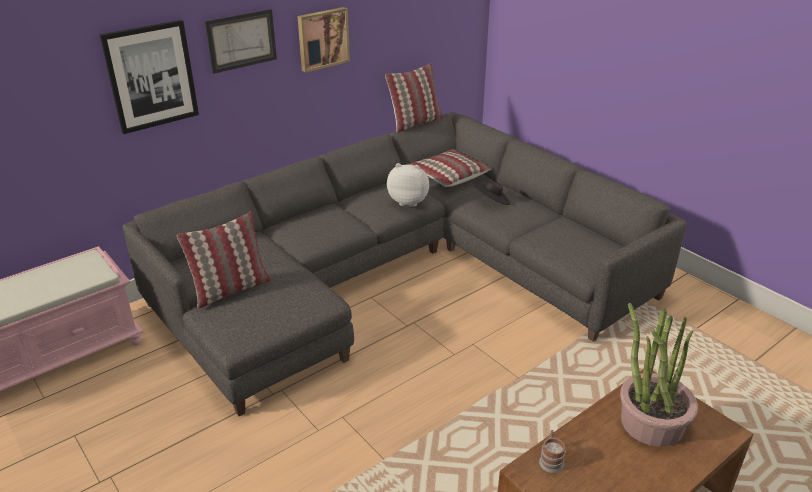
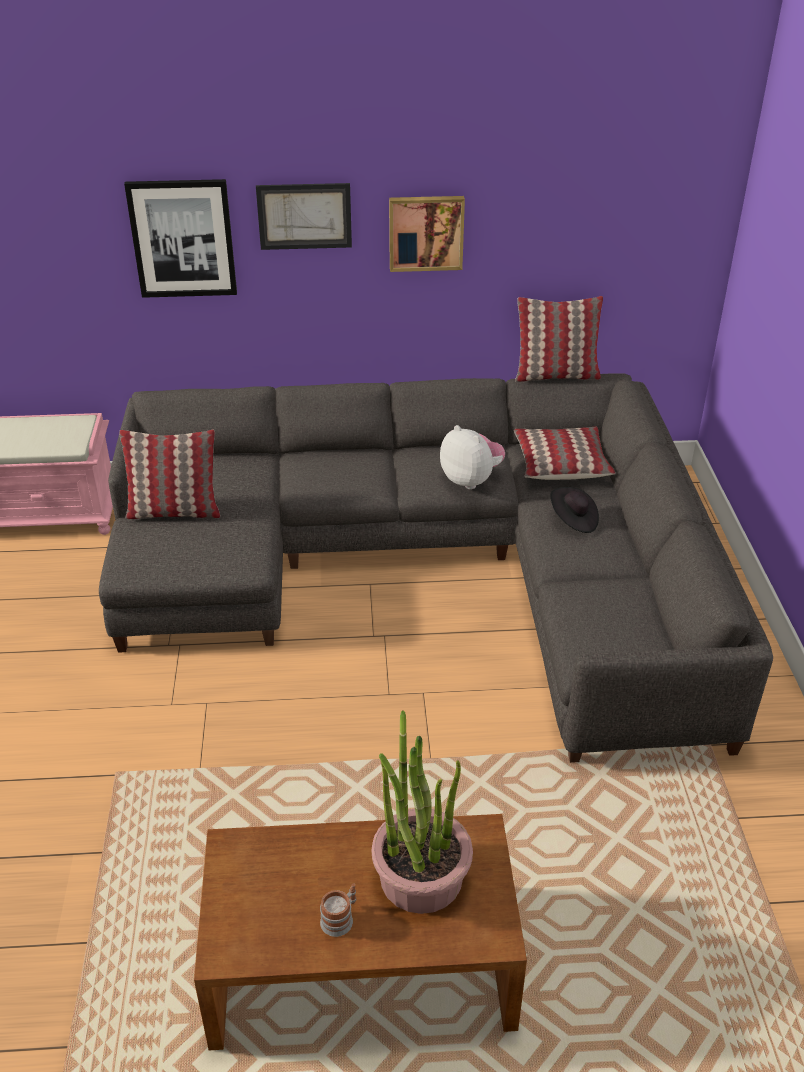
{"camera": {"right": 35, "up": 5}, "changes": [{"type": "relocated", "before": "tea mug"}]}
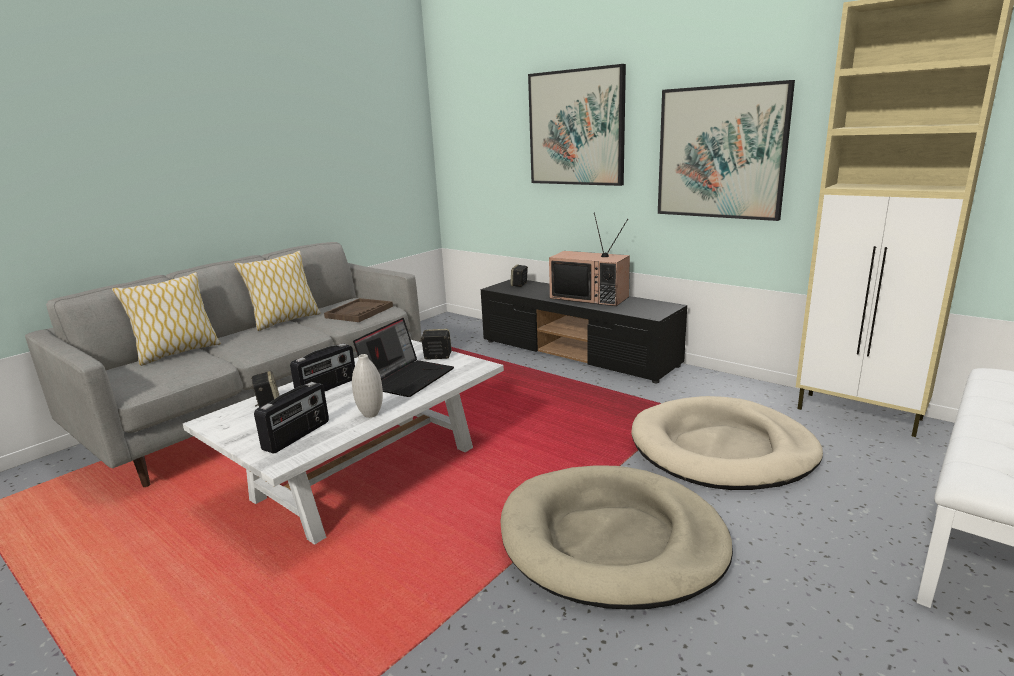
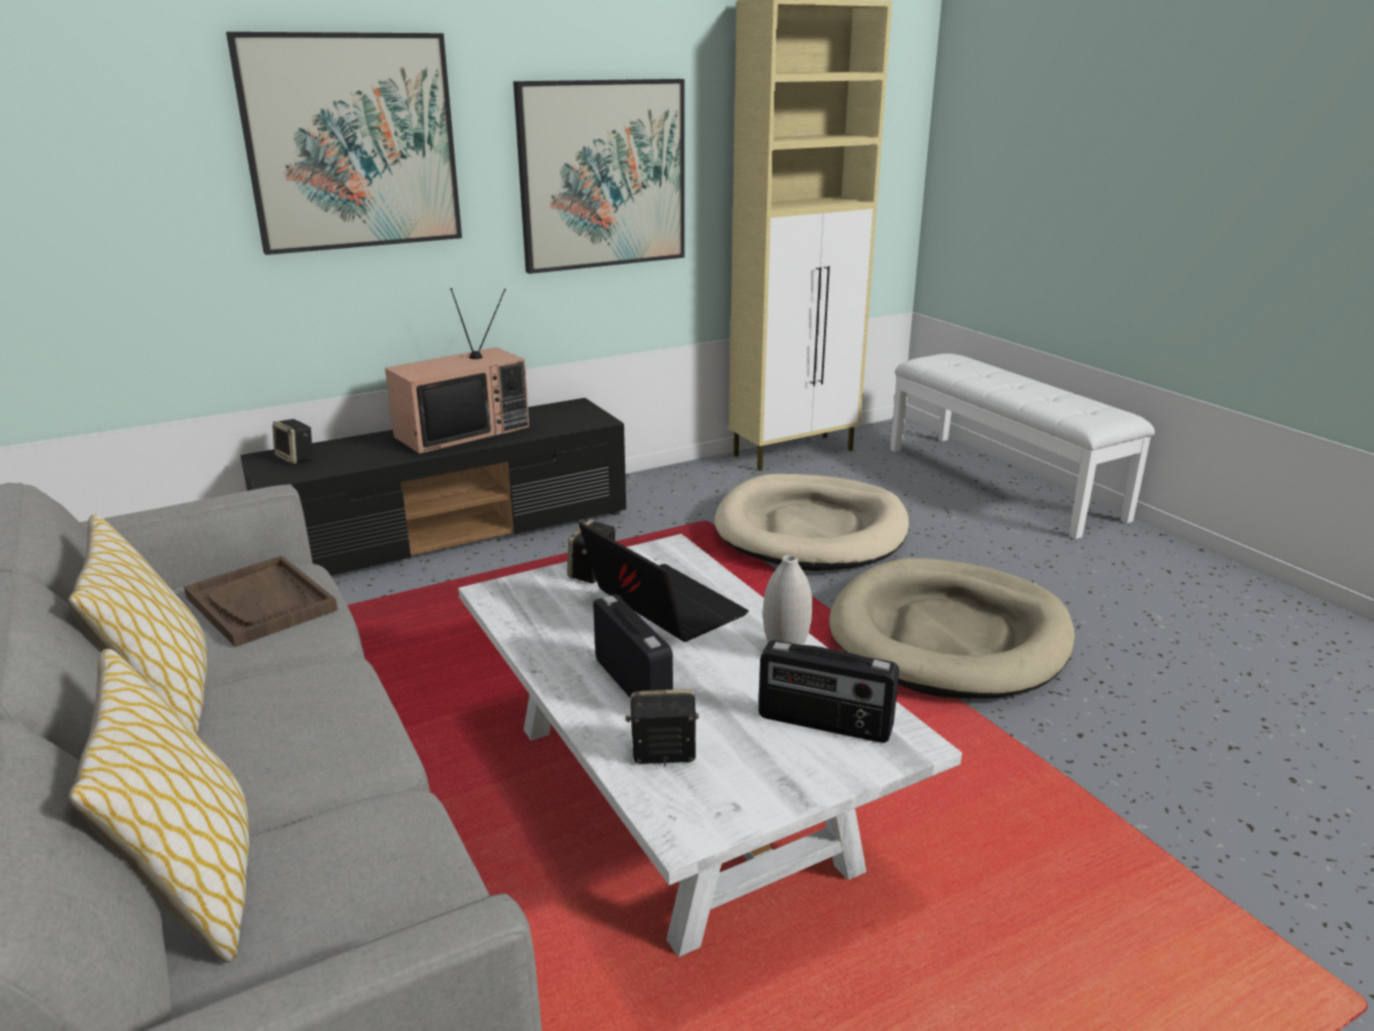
{"camera": {"right": -70, "up": 5}, "changes": [{"type": "spun", "before": "radio receiver (no. 1 from left in the first image)", "turn": 150}]}
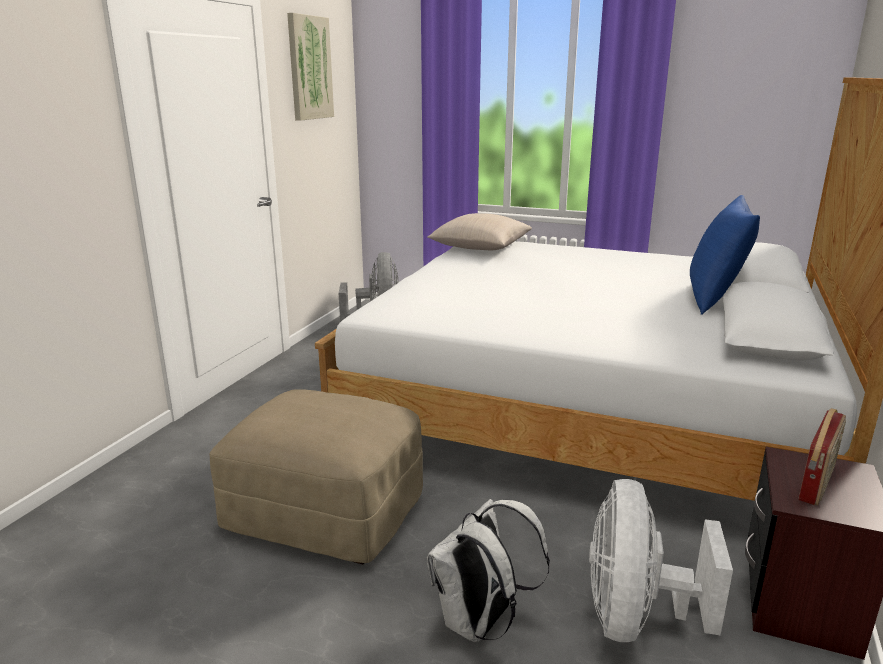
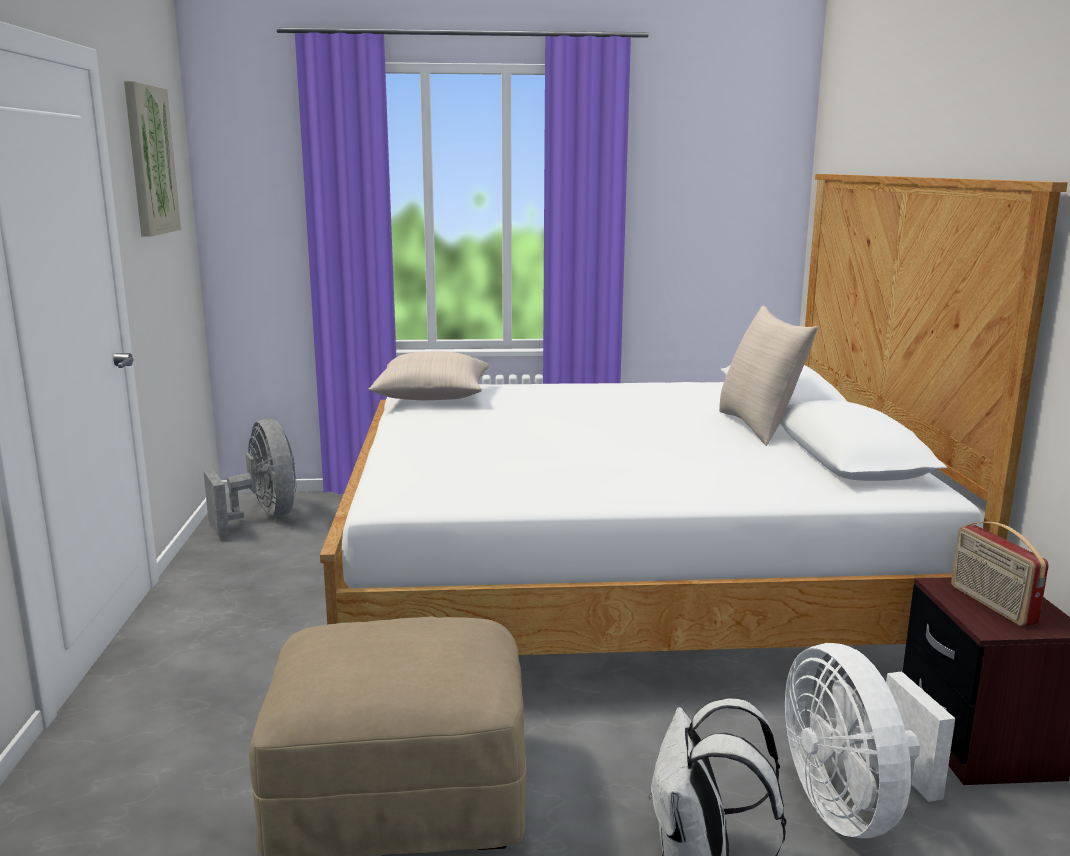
{"camera": {"right": -25, "up": -5}, "changes": [{"type": "colour", "before": "blue-coloured throw pillow", "after": "sand-coloured throw pillow (no. 2 from left)"}, {"type": "spun", "before": "radio receiver", "turn": 150}]}
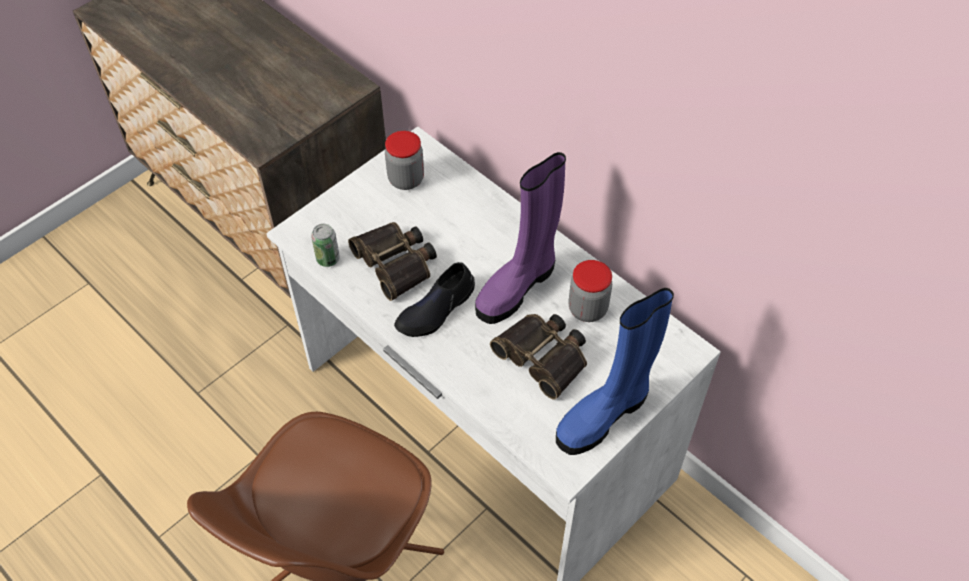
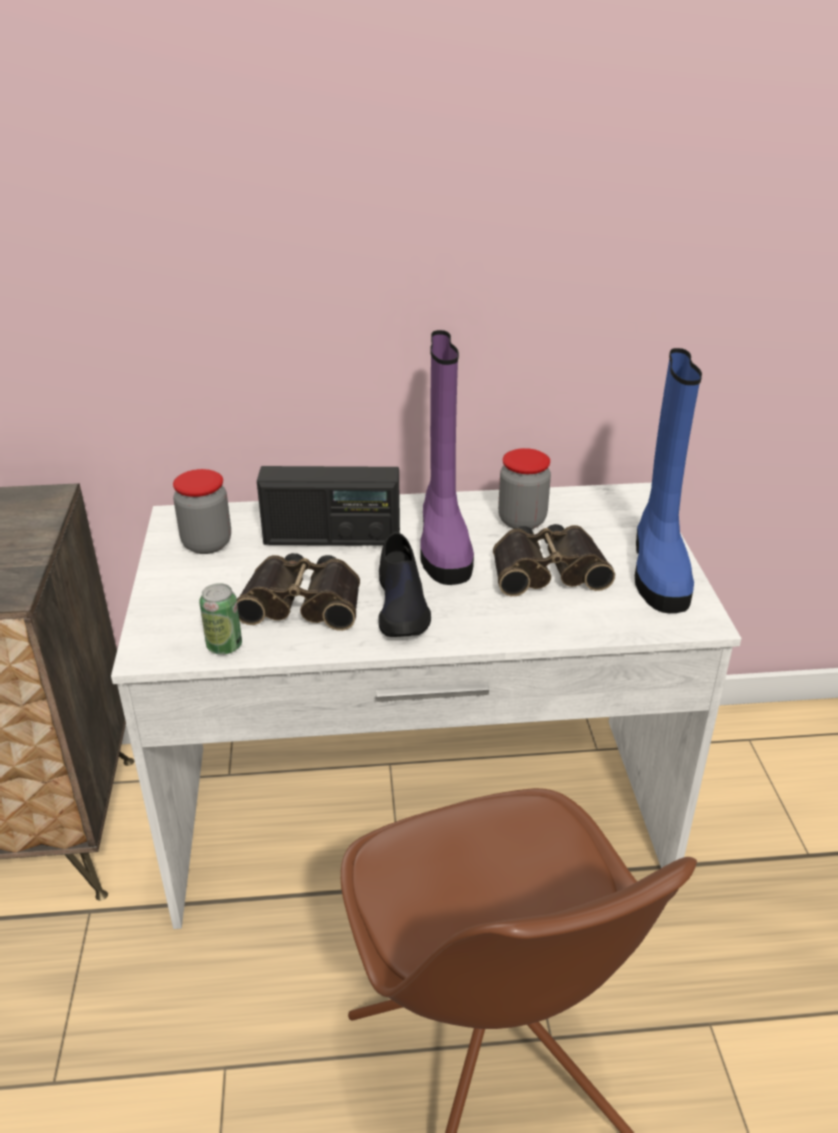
{"camera": {"right": -50, "up": -20}, "changes": [{"type": "appeared", "after": "radio receiver"}]}
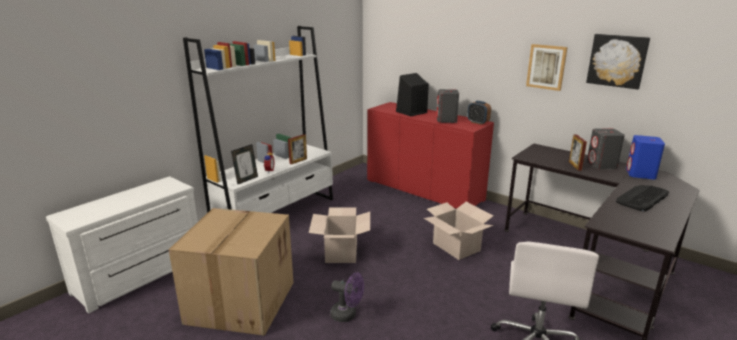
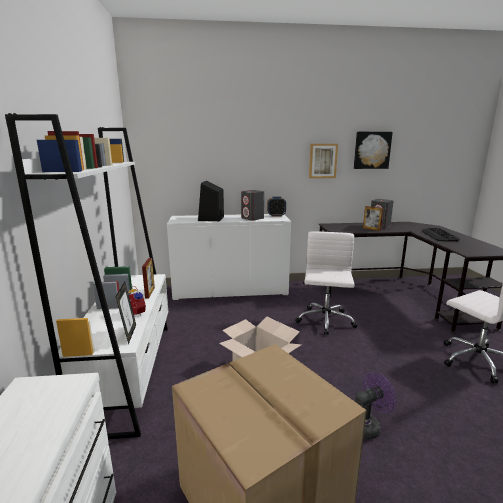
{"camera": {"right": -45, "up": -5}, "changes": [{"type": "missing", "before": "blue-coloured loudspeaker"}, {"type": "exchanged", "before": "packing box (no. 3 from left)", "after": "whitish desk chair (no. 1 from left)"}, {"type": "colour", "before": "red-coloured cupboard", "after": "whitish cupboard"}]}
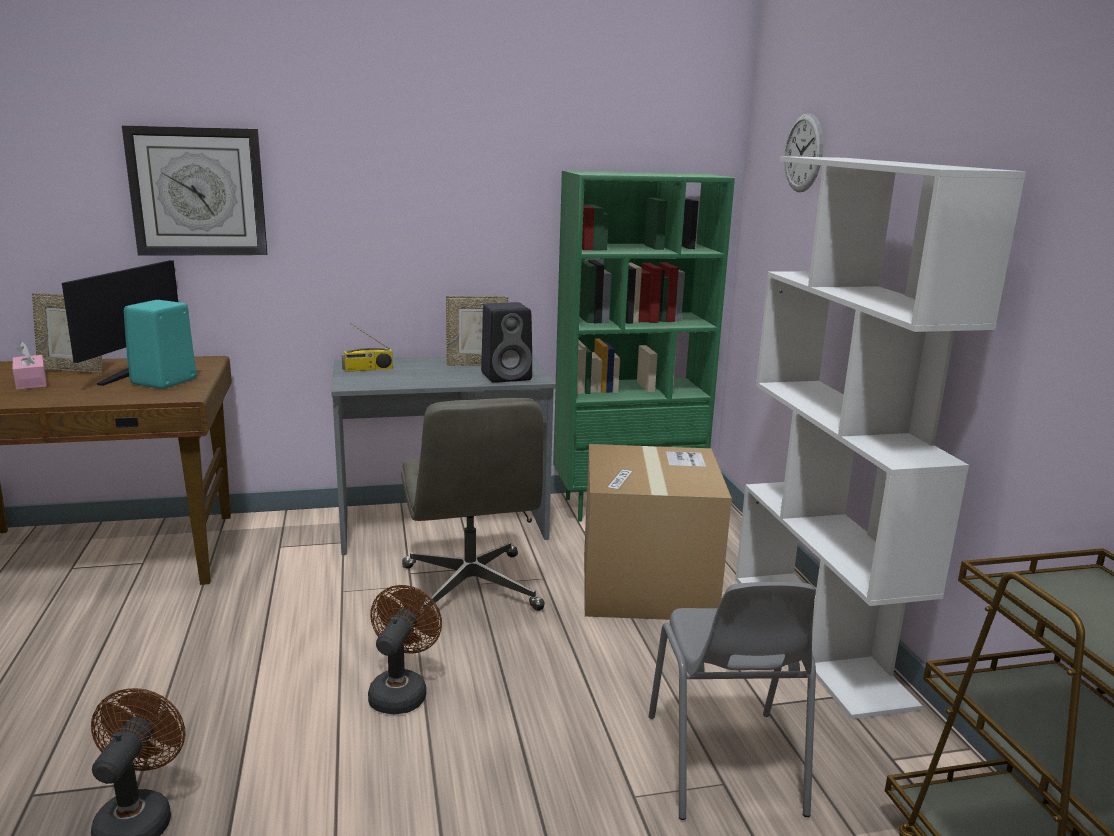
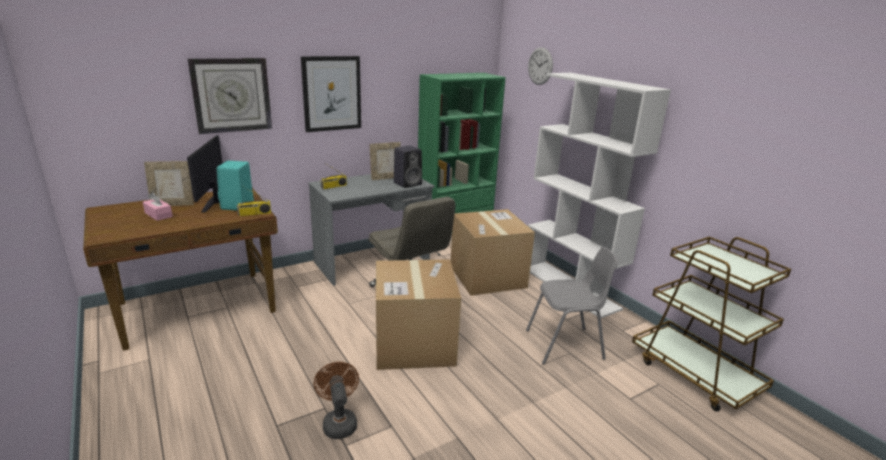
{"camera": {"right": -20, "up": 5}, "changes": [{"type": "appeared", "after": "radio receiver (no. 1 from left)"}, {"type": "appeared", "after": "picture"}, {"type": "exchanged", "before": "brownish fan (no. 2 from left)", "after": "packing box (no. 1 from left)"}, {"type": "spun", "before": "gray chair", "turn": -75}]}
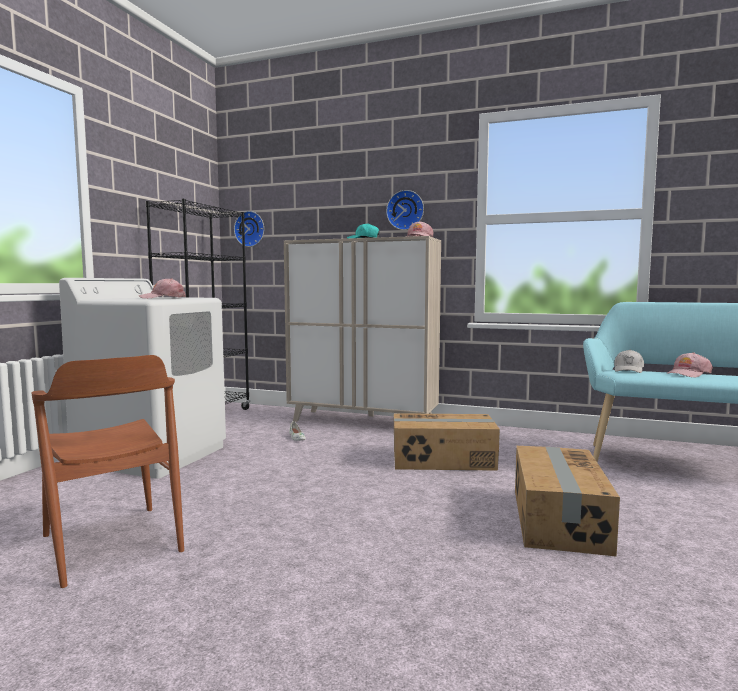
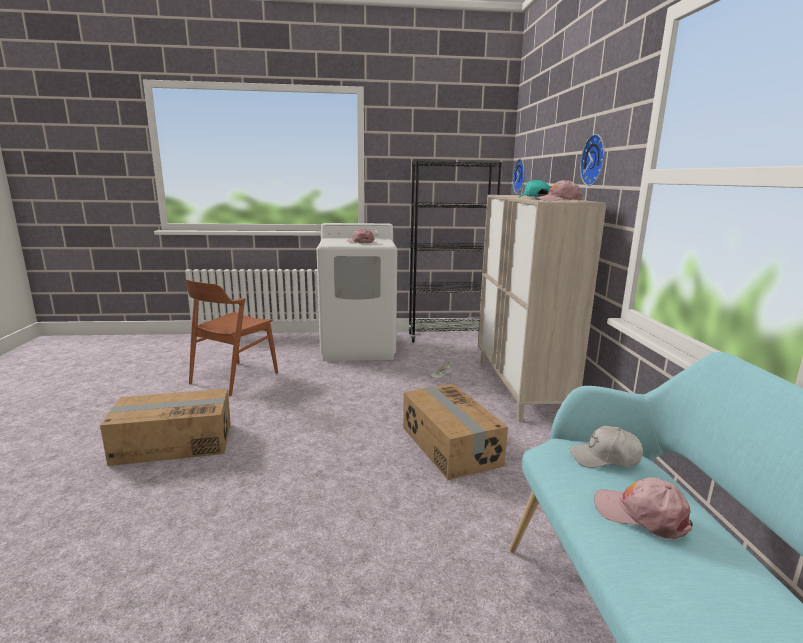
{"camera": {"right": 65, "up": 10}, "changes": [{"type": "relocated", "before": "packing box (no. 2 from left in the first image)", "after": "packing box (no. 1 from left)"}]}
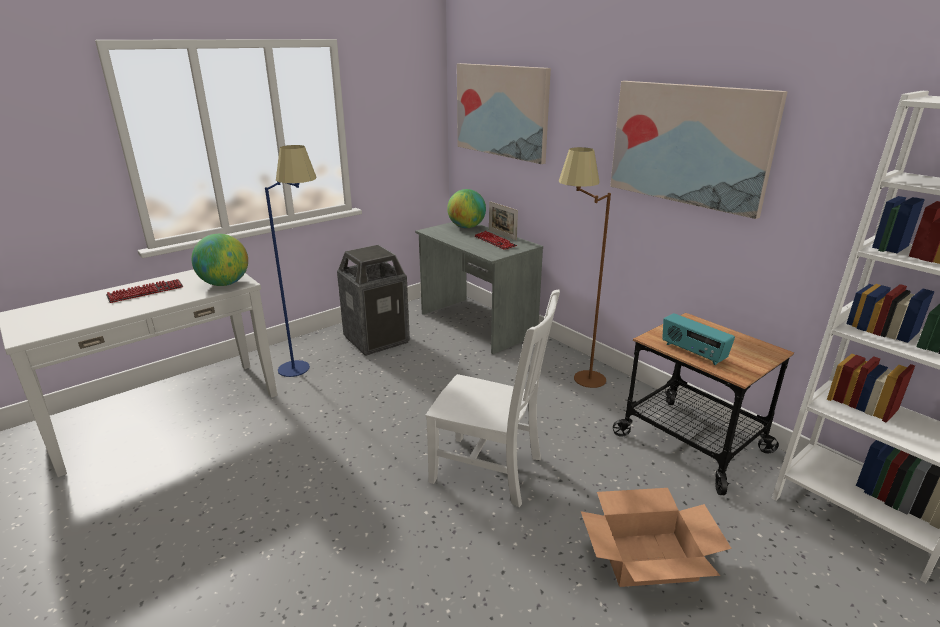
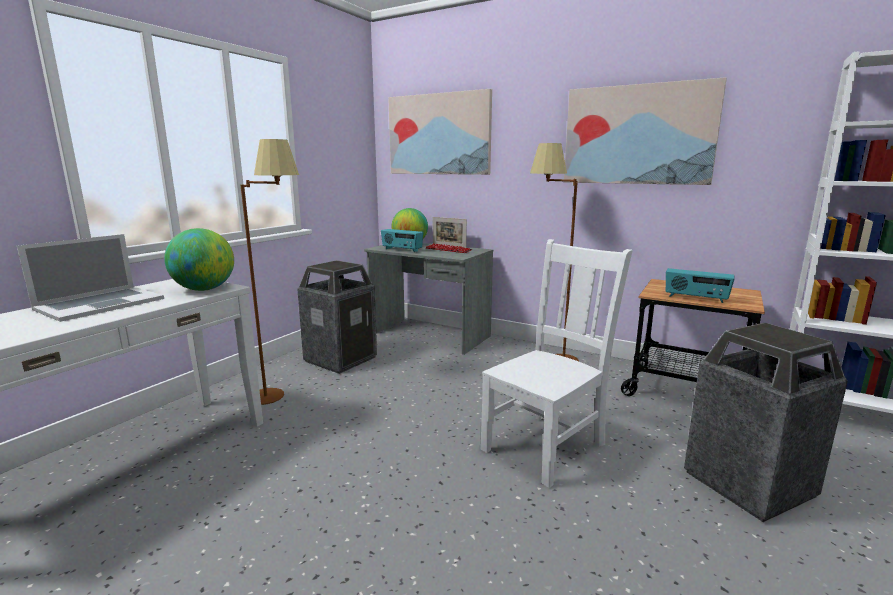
{"camera": {"right": -20, "up": -10}, "changes": [{"type": "appeared", "after": "radio receiver (no. 1 from left)"}, {"type": "exchanged", "before": "computer keyboard (no. 1 from left)", "after": "laptop"}, {"type": "exchanged", "before": "packing box", "after": "waste bin (no. 2 from left)"}, {"type": "colour", "before": "blue-coloured standard lamp", "after": "brownish standard lamp (no. 1 from left)"}, {"type": "spun", "before": "whitish chair", "turn": -45}]}
